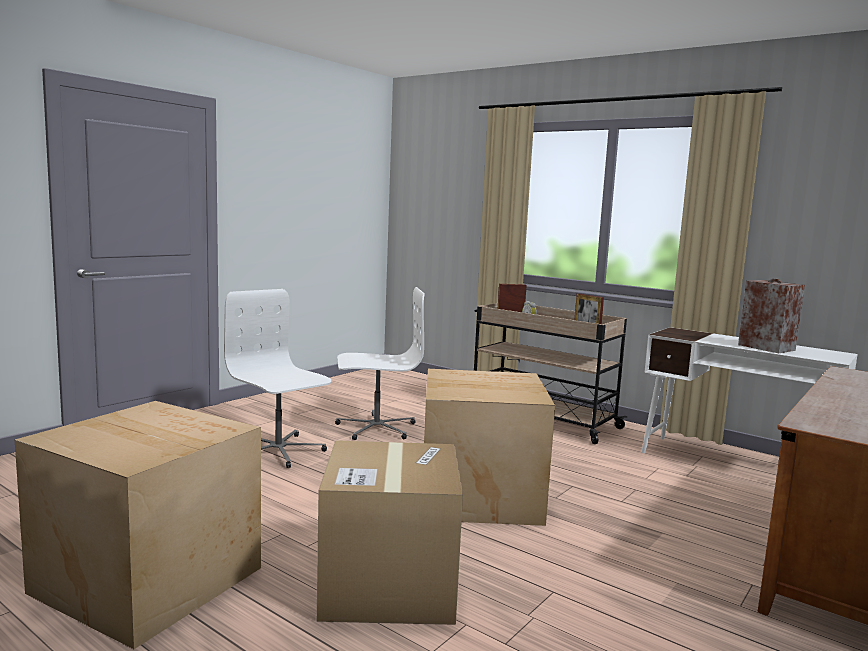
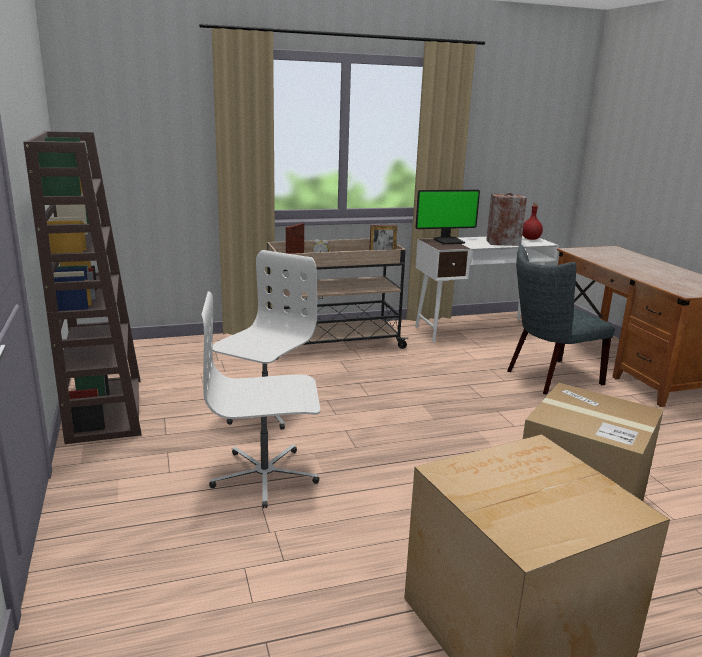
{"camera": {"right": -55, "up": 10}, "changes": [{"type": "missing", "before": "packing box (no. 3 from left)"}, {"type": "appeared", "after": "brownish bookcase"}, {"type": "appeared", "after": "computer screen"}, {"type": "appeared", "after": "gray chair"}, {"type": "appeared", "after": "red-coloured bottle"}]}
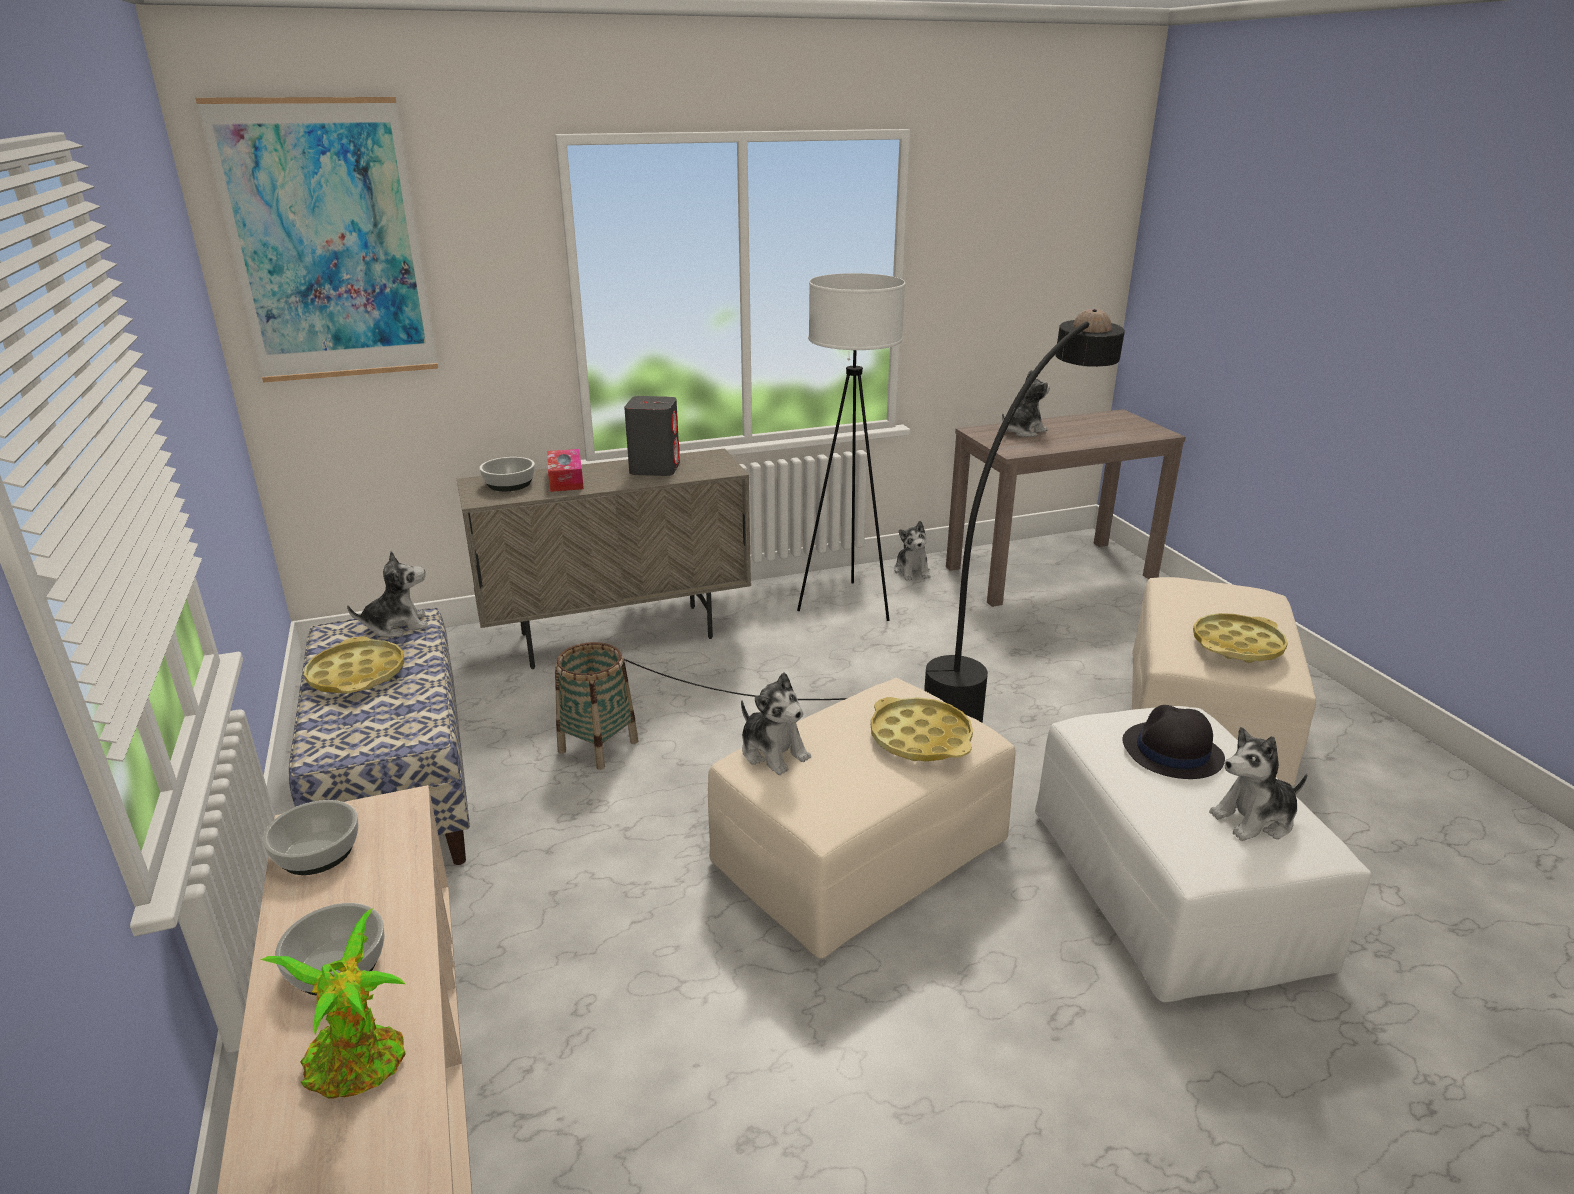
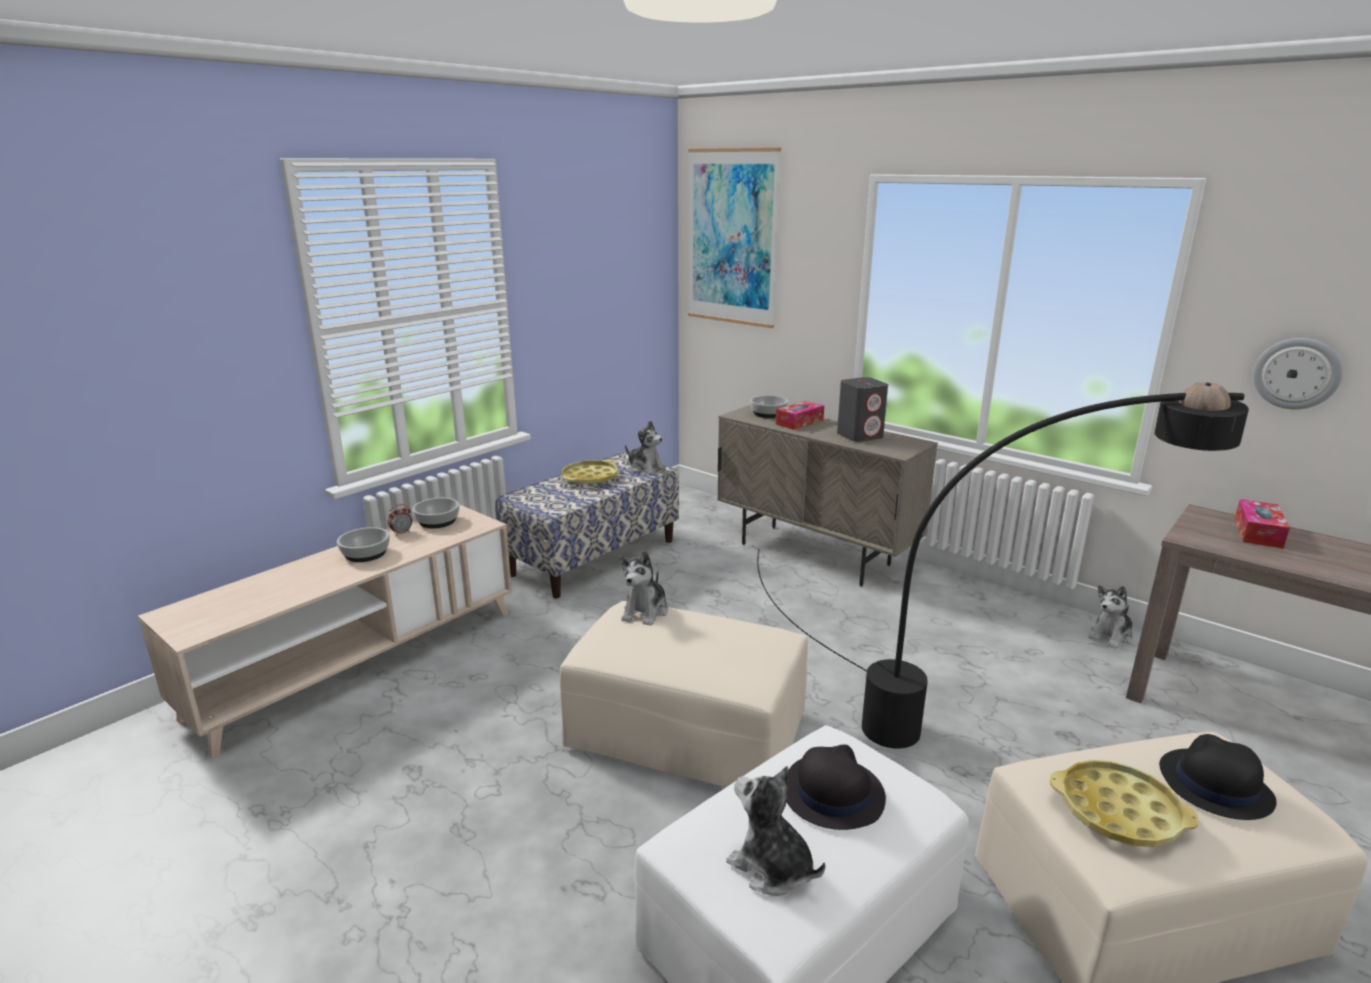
{"camera": {"right": 60, "up": -5}, "changes": [{"type": "missing", "before": "potted plant"}, {"type": "missing", "before": "storage basket"}, {"type": "missing", "before": "whitish standard lamp"}, {"type": "missing", "before": "yellowish serving tray (no. 2 from left)"}, {"type": "appeared", "after": "alarm clock"}, {"type": "appeared", "after": "black wearable hat (no. 2 from left)"}, {"type": "appeared", "after": "wall clock"}, {"type": "exchanged", "before": "soft toy (no. 4 from left)", "after": "box of tissues (no. 2 from left)"}]}
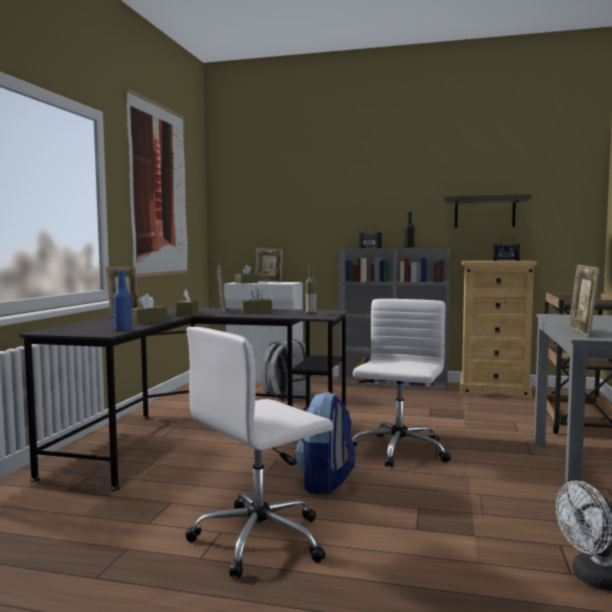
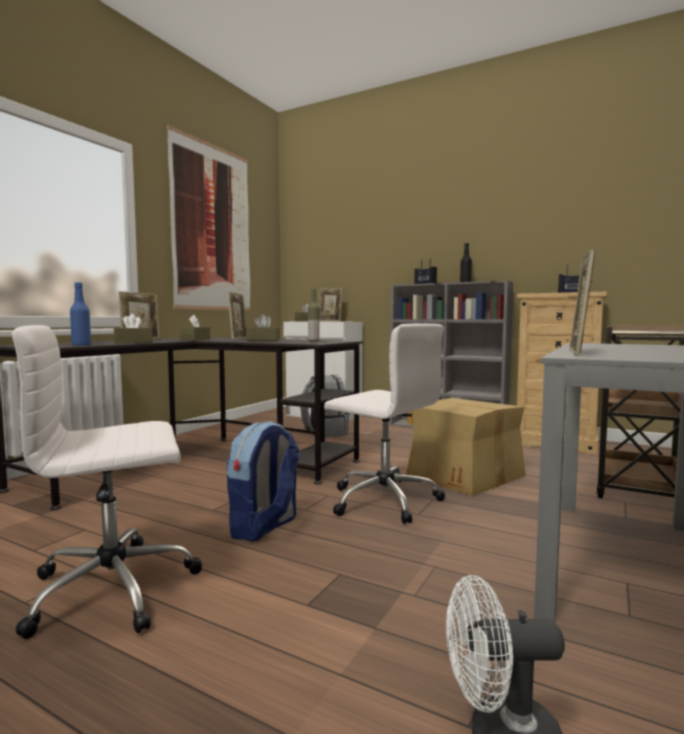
{"camera": {"right": 15, "up": 0}, "changes": [{"type": "missing", "before": "shelf"}, {"type": "appeared", "after": "packing box"}, {"type": "spun", "before": "whitish desk chair (no. 2 from left)", "turn": 90}]}
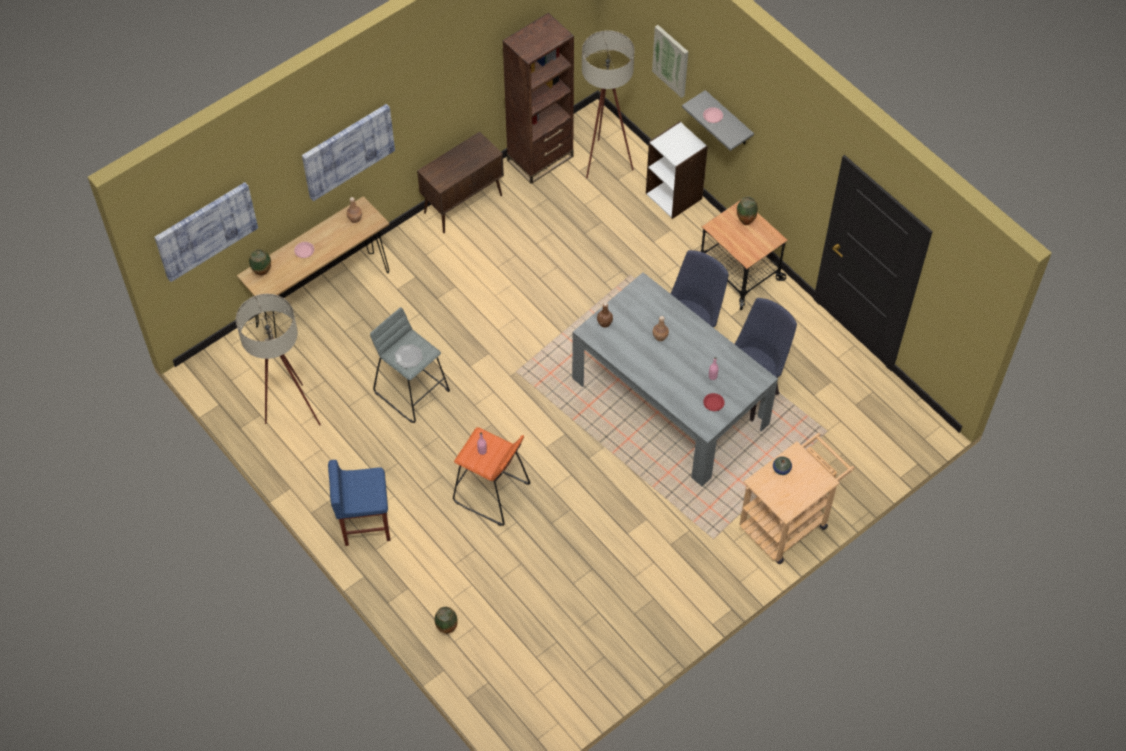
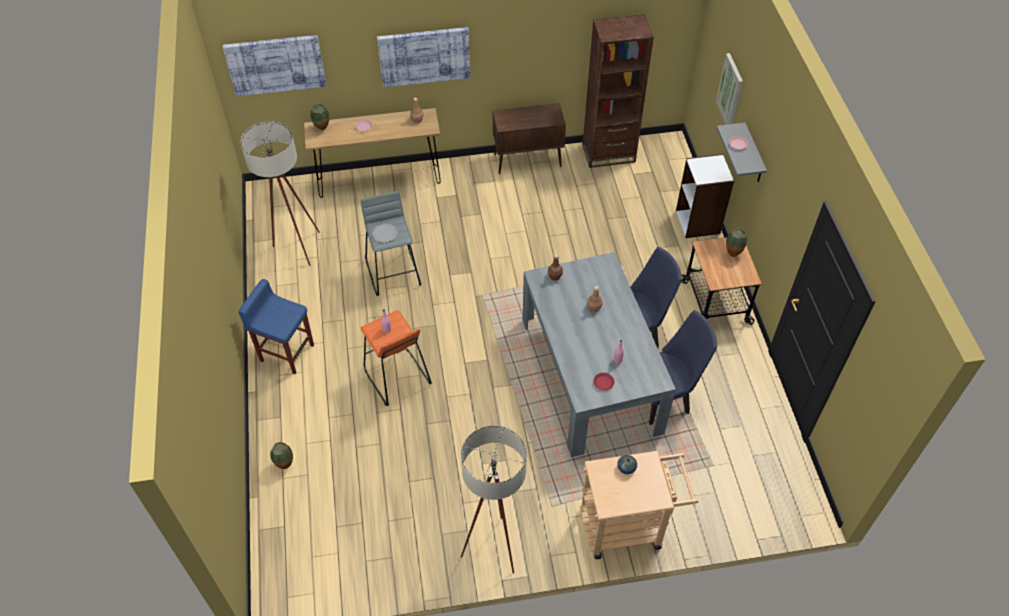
{"camera": {"right": 30, "up": -5}, "changes": [{"type": "relocated", "before": "sand-coloured standard lamp (no. 2 from left)"}]}
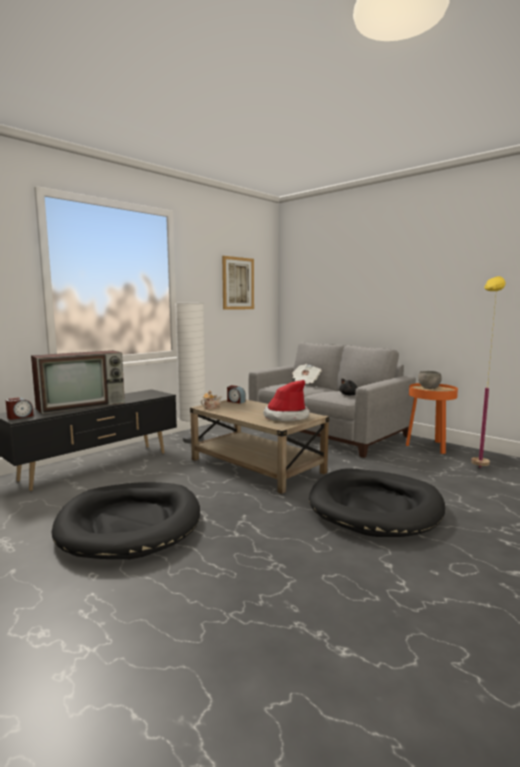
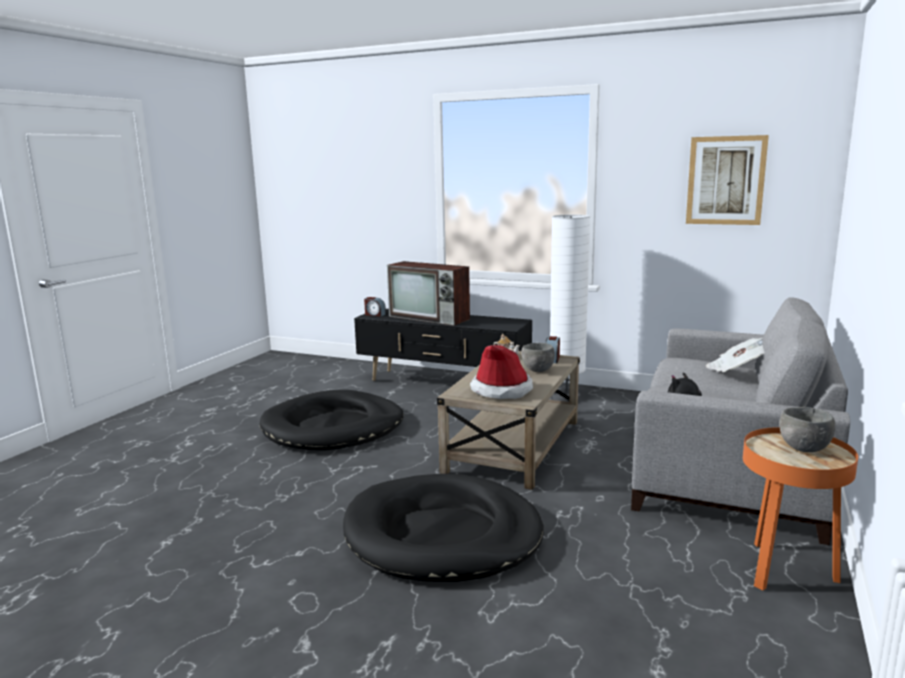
{"camera": {"right": 70, "up": 5}, "changes": [{"type": "missing", "before": "yellowish standard lamp"}, {"type": "appeared", "after": "gray bowl (no. 1 from left)"}]}
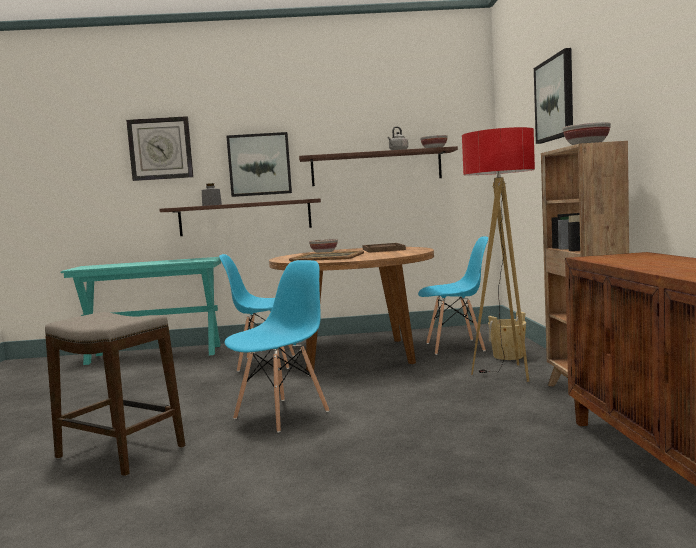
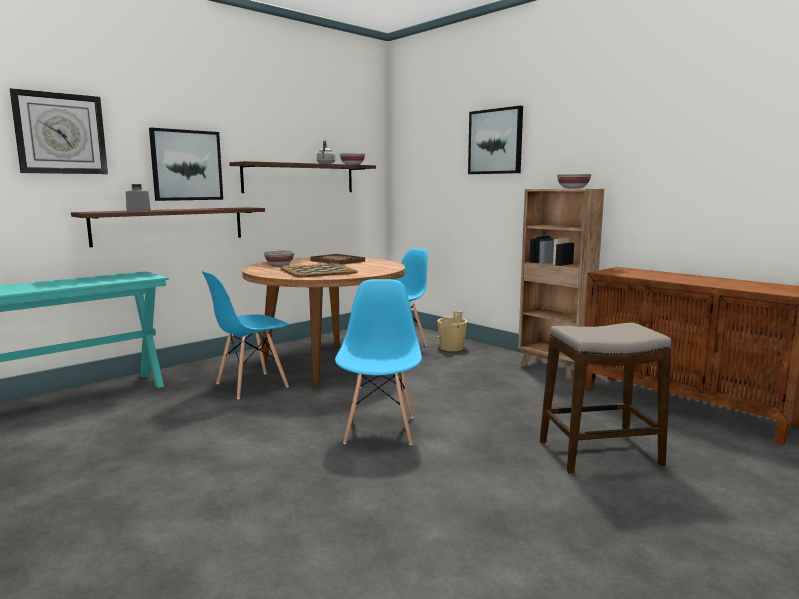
{"camera": {"right": -40, "up": 5}, "changes": [{"type": "missing", "before": "standard lamp"}, {"type": "relocated", "before": "sitting stool"}]}
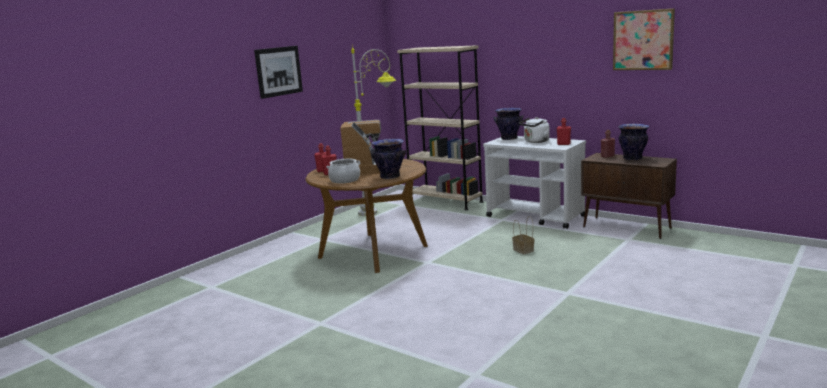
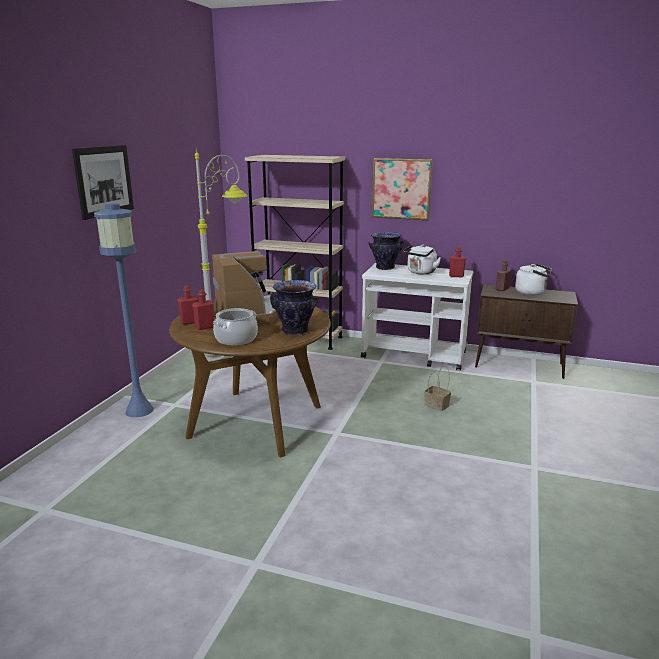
{"camera": {"right": -20, "up": 5}, "changes": [{"type": "appeared", "after": "blue-coloured standard lamp"}, {"type": "relocated", "before": "picture (no. 2 from left)"}, {"type": "exchanged", "before": "flower vase (no. 3 from left)", "after": "whitish water kettle (no. 2 from left)"}]}
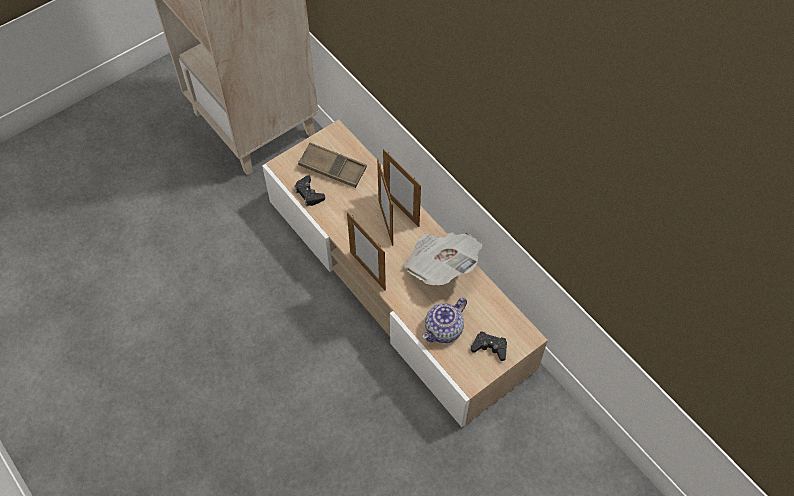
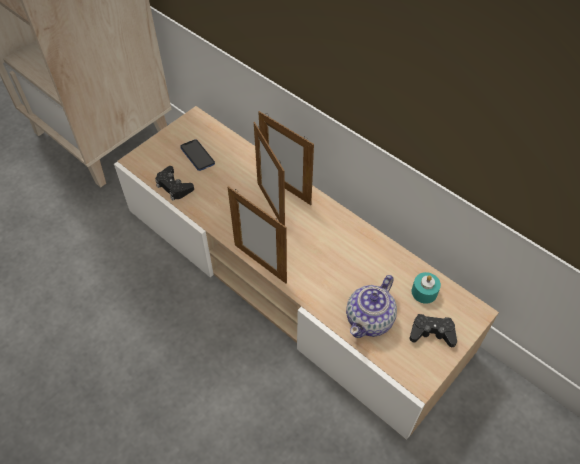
{"camera": {"right": -10, "up": -5}, "changes": [{"type": "missing", "before": "printed paper"}, {"type": "appeared", "after": "turquoise wax candle"}, {"type": "exchanged", "before": "brownish serving tray", "after": "telephone"}]}
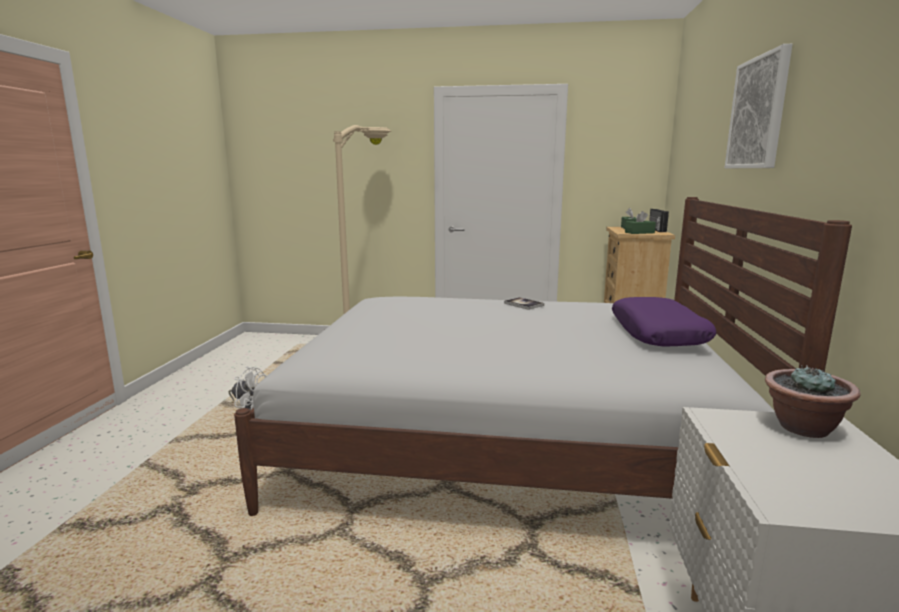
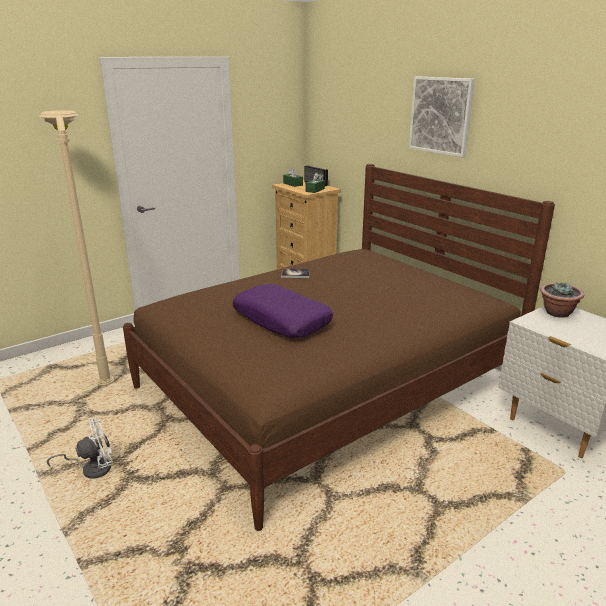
{"camera": {"right": -45, "up": 10}, "changes": [{"type": "relocated", "before": "purplish throw pillow"}, {"type": "colour", "before": "whitish bed", "after": "brownish bed"}]}
